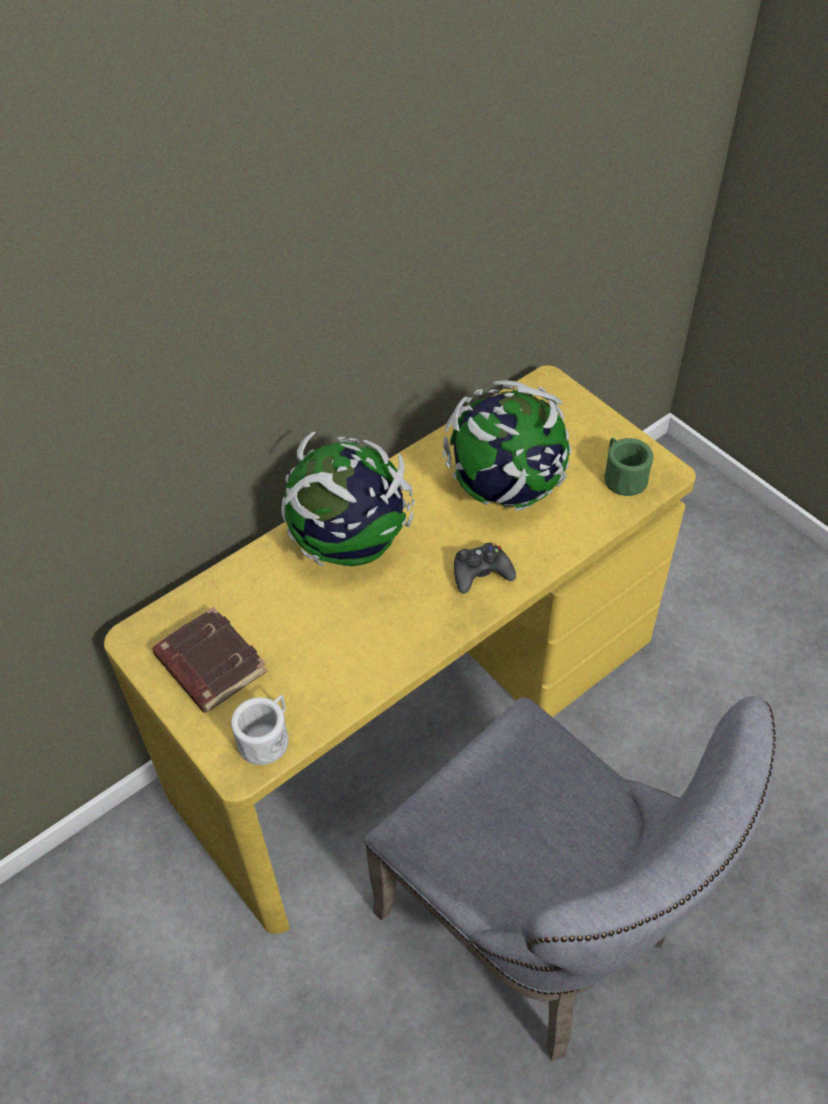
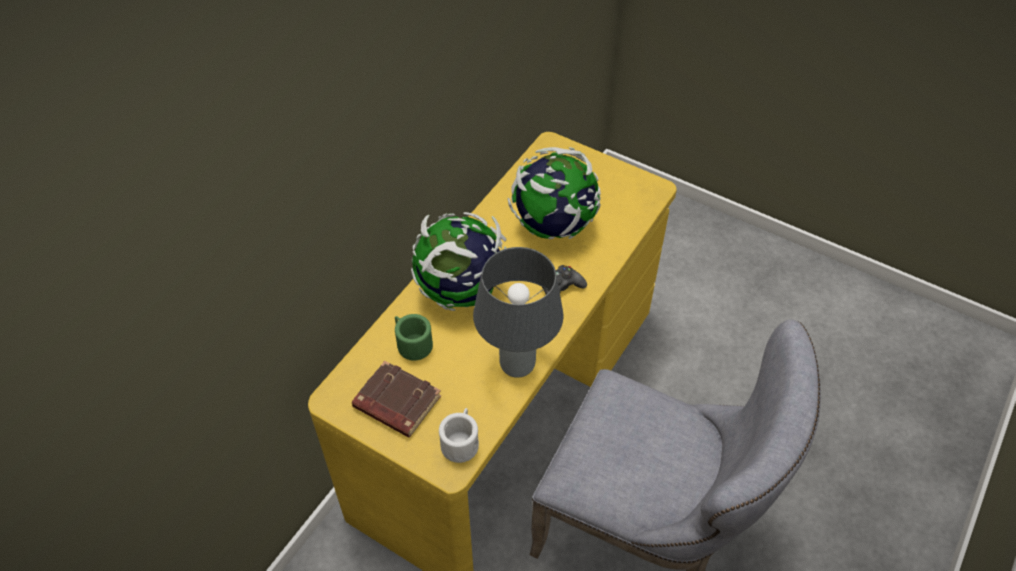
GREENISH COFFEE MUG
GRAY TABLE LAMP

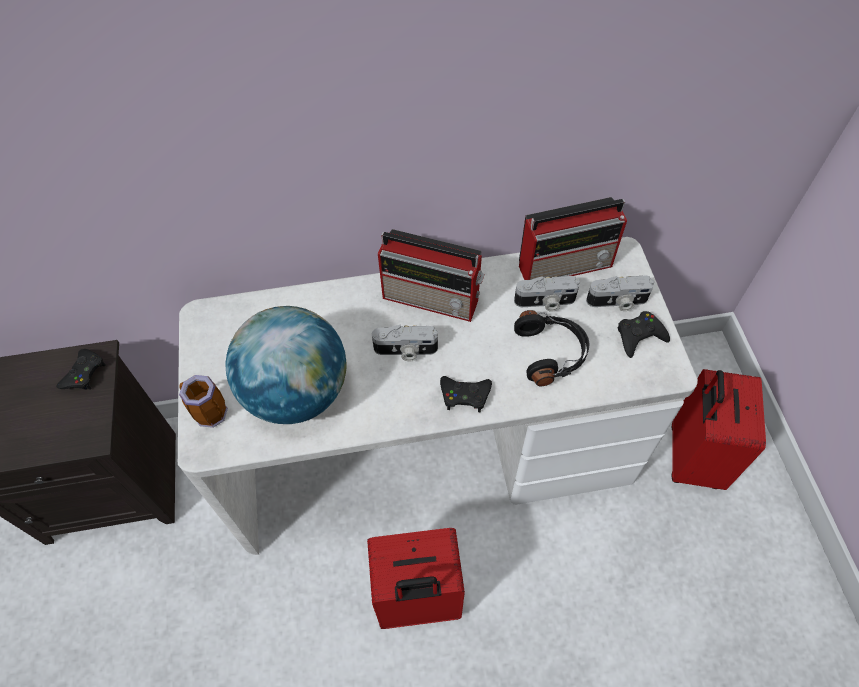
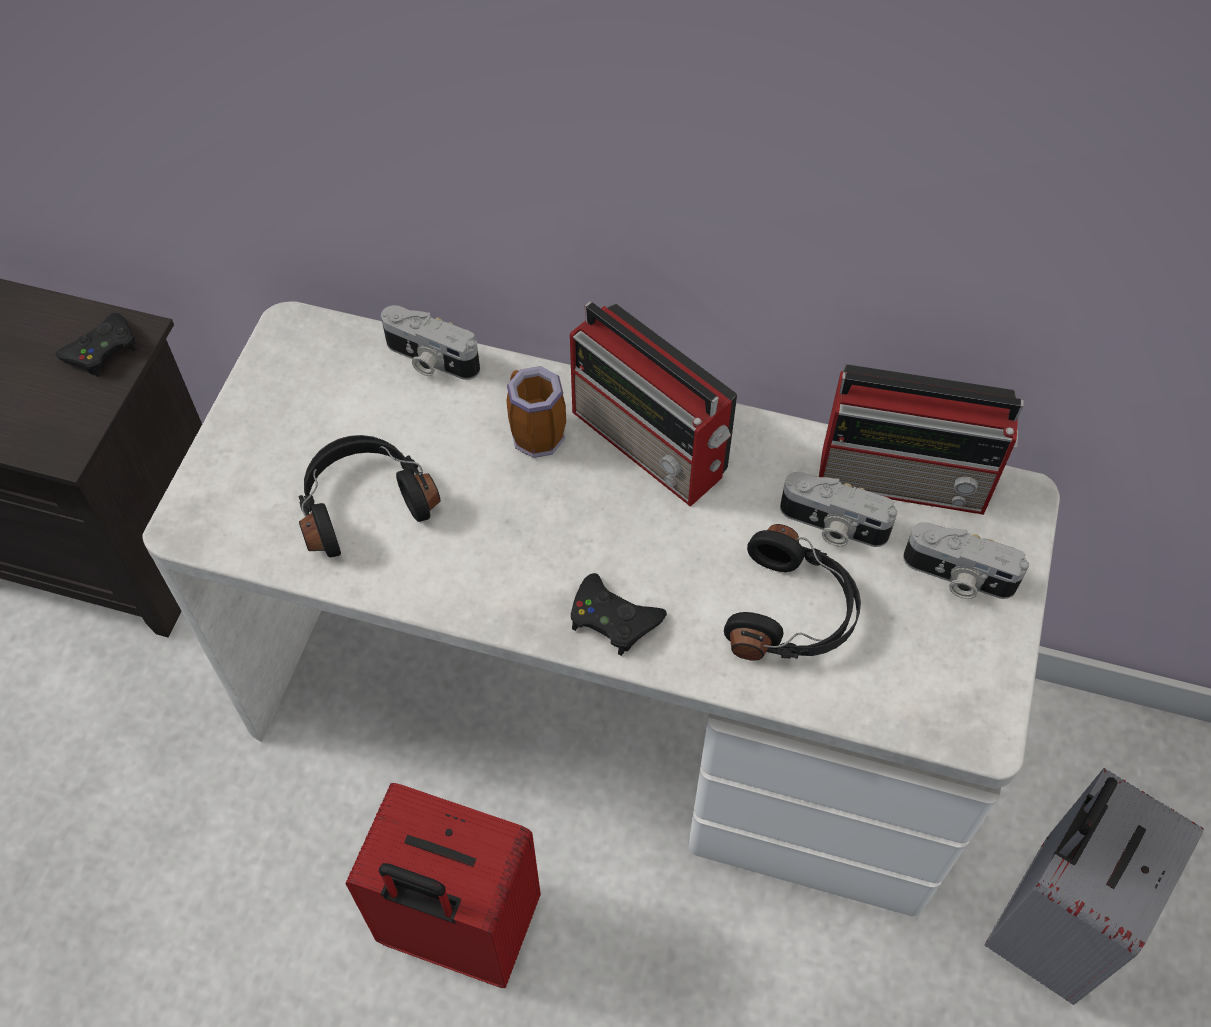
BLACK-COLOURED HEADSET (no. 1 from left)
STILL CAMERA (no. 1 from left)
COFFEE MUG
GRAY PIECE OF LUGGAGE
BLACK-COLOURED GAME CONTROLLER (no. 3 from left in the first image)

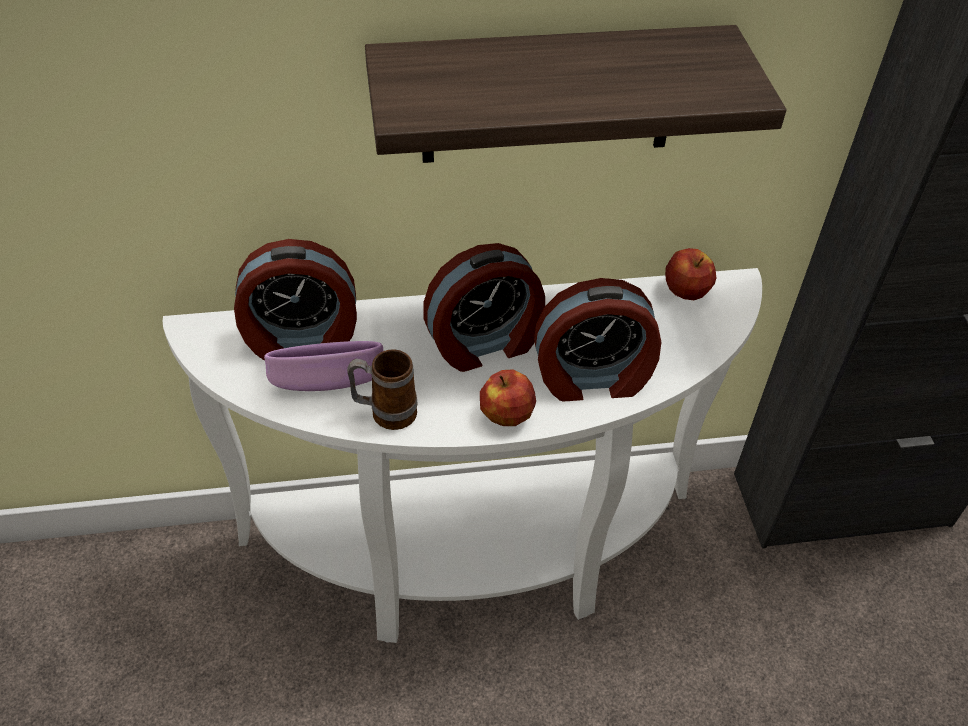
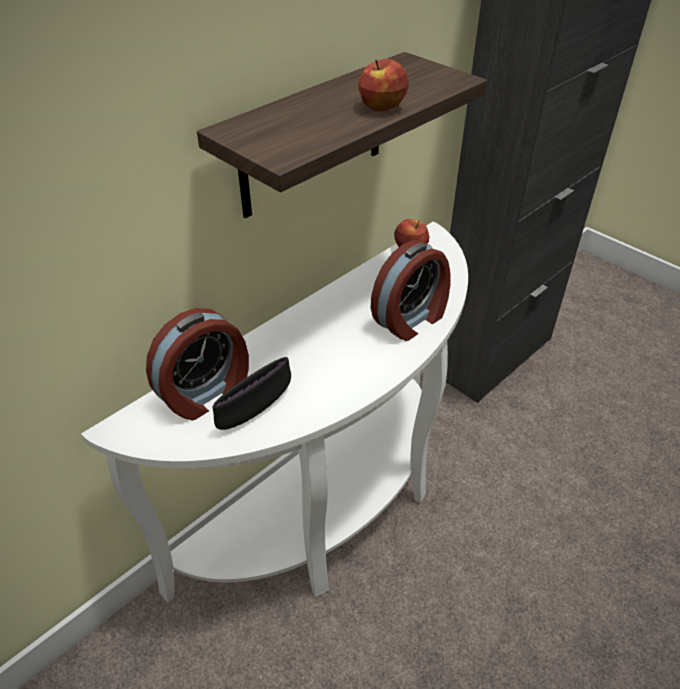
BLACK-COLOURED DEEP DISH
APPLE FRUIT (no. 1 from left)
COFFEE MUG
ALARM CLOCK (no. 2 from left in the first image)

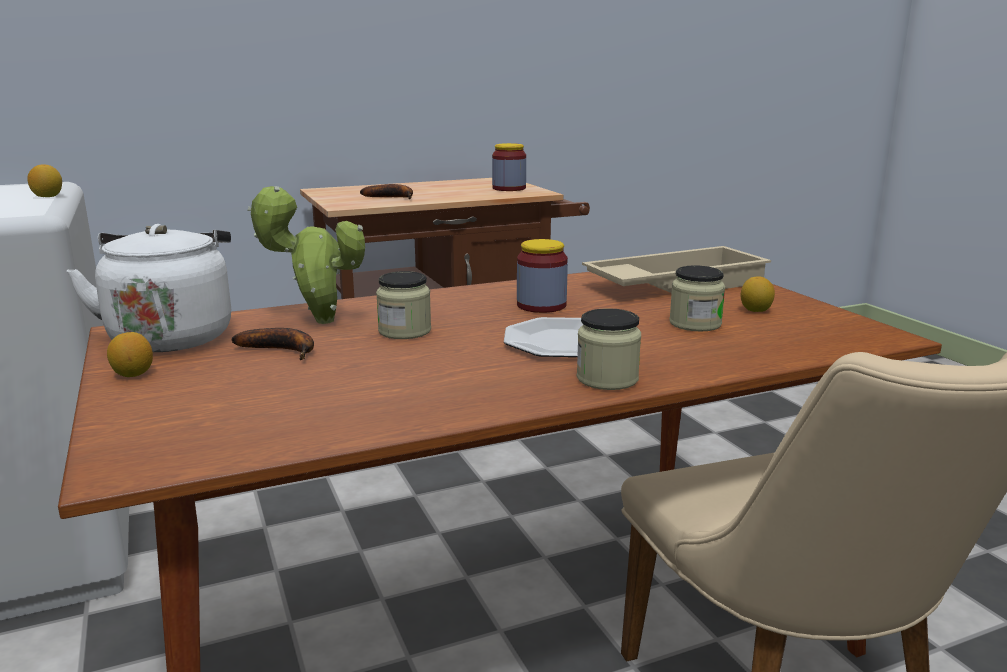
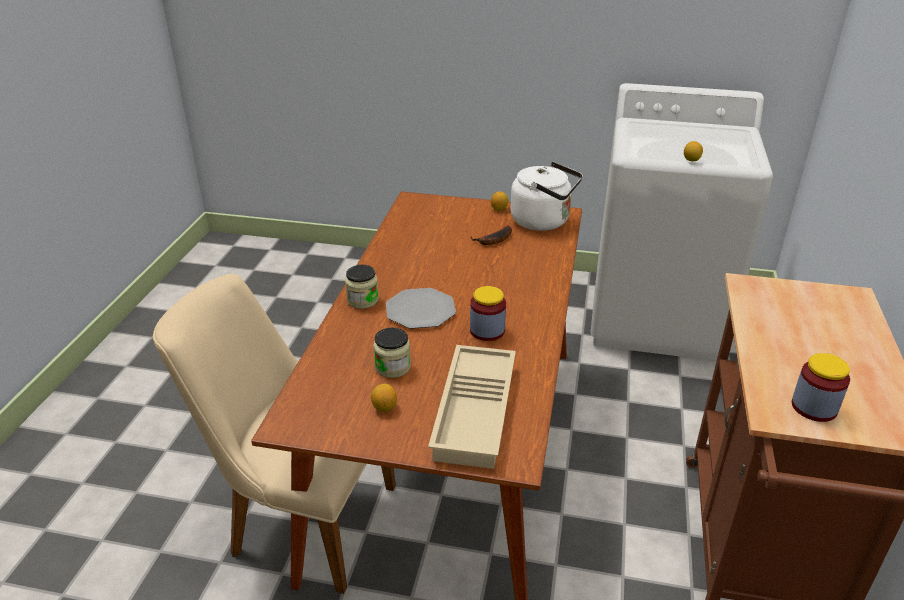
POTTED PLANT
WHOLE BANANA (no. 2 from left in the first image)
PRESERVE JAR (no. 1 from left in the first image)

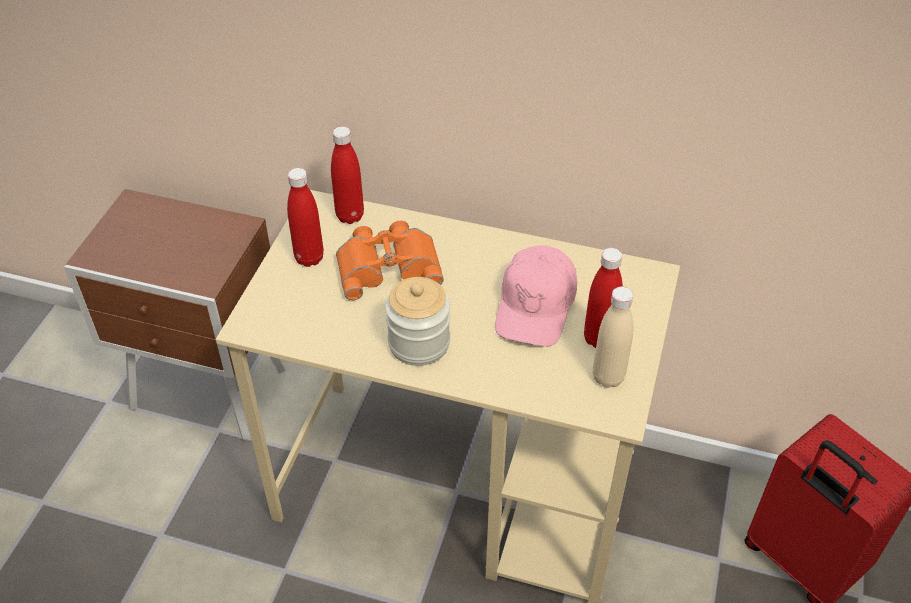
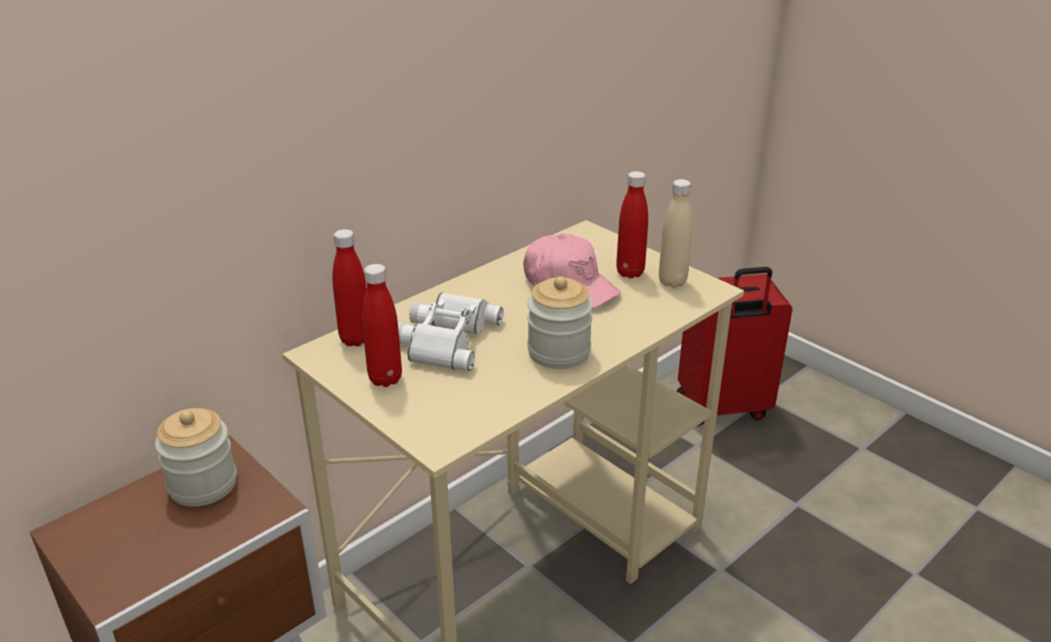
PRESERVE JAR (no. 1 from left)
WHITE BINOCULARS

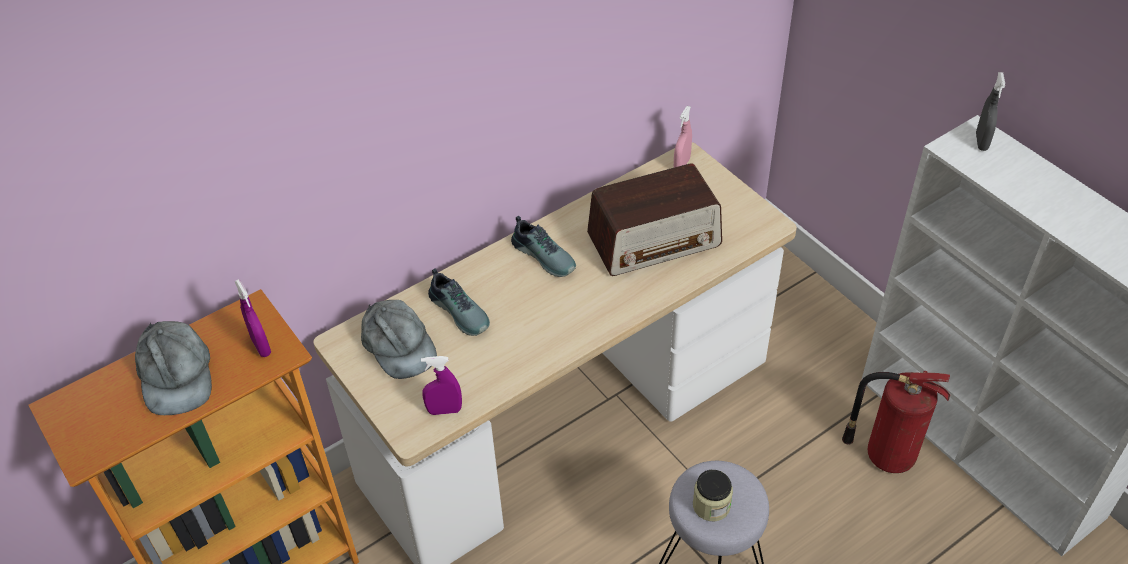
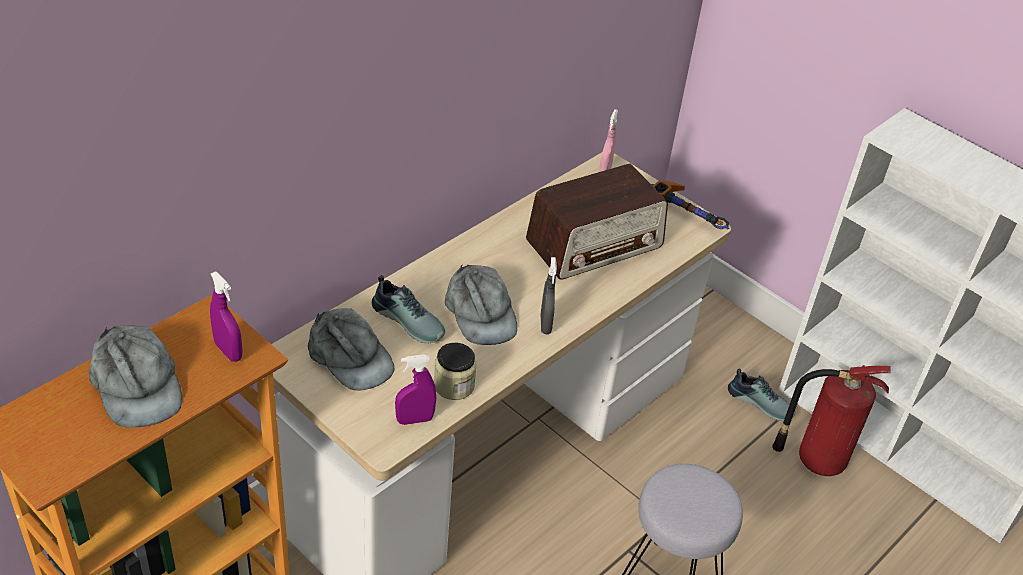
PRESERVE JAR
GRAY PEAKED CAP (no. 3 from left)
GRAY SPRAY BOTTLE
TOOL HAMMER
ITEM OF FOOTWEAR (no. 2 from left)

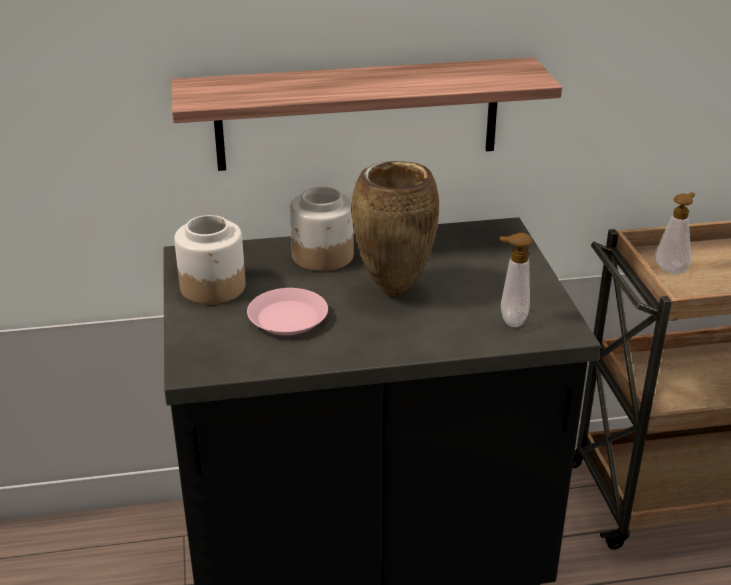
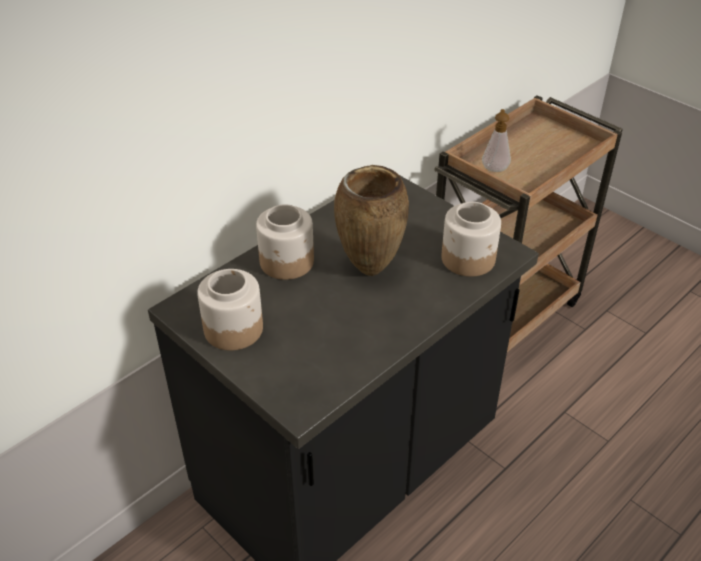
PRESERVE JAR (no. 3 from left)
WALL SHELF
PINK-COLOURED FLAT DISH

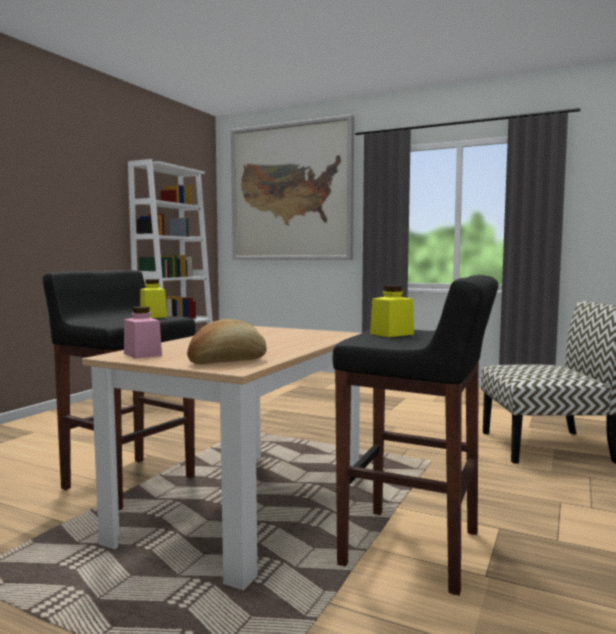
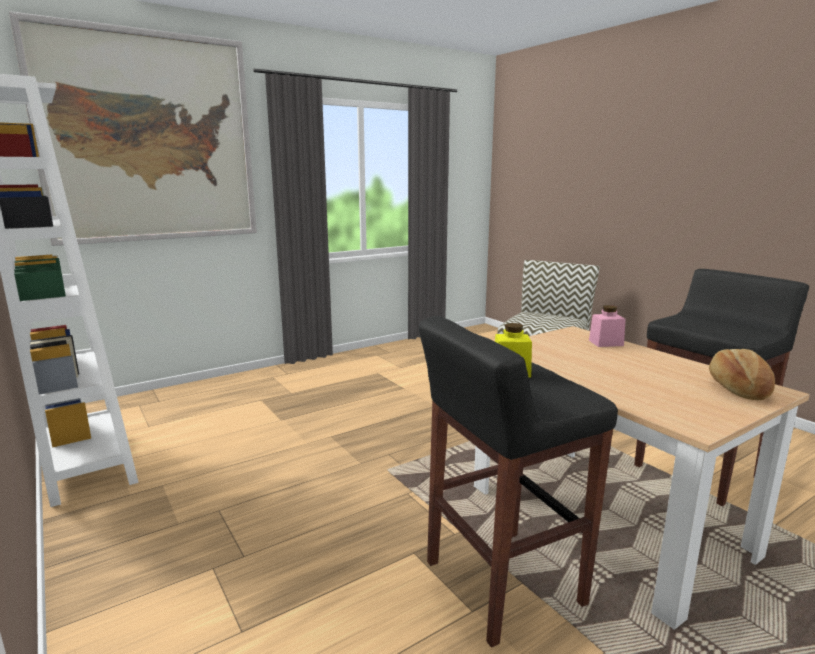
PINK-COLOURED PRESERVE JAR
YELLOWISH PRESERVE JAR (no. 2 from left in the first image)

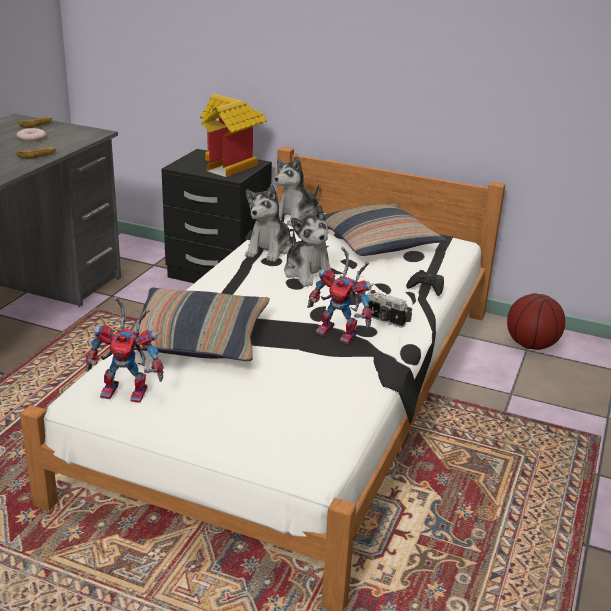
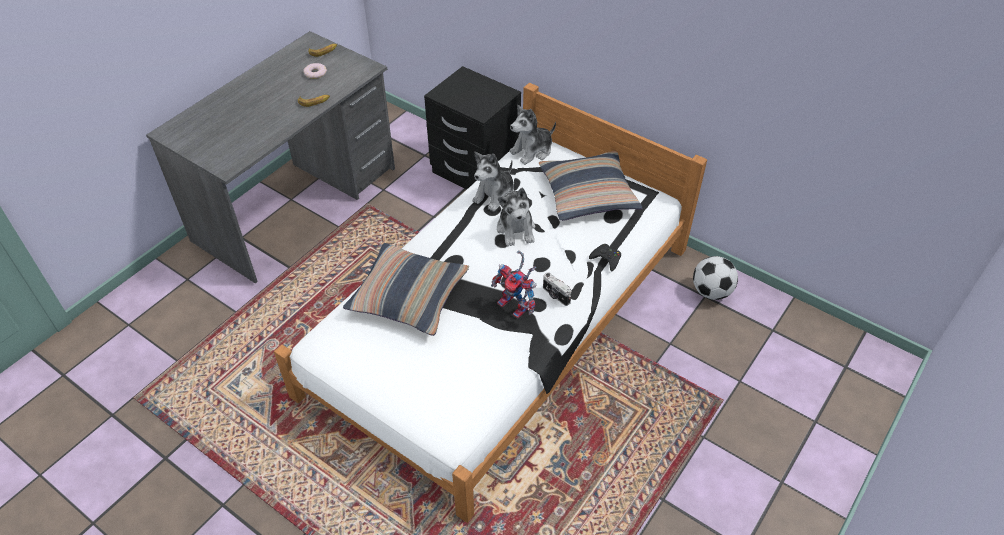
FOOTBALL
ROBOT FIGURE (no. 1 from left in the first image)
MINIATURE HOUSE

